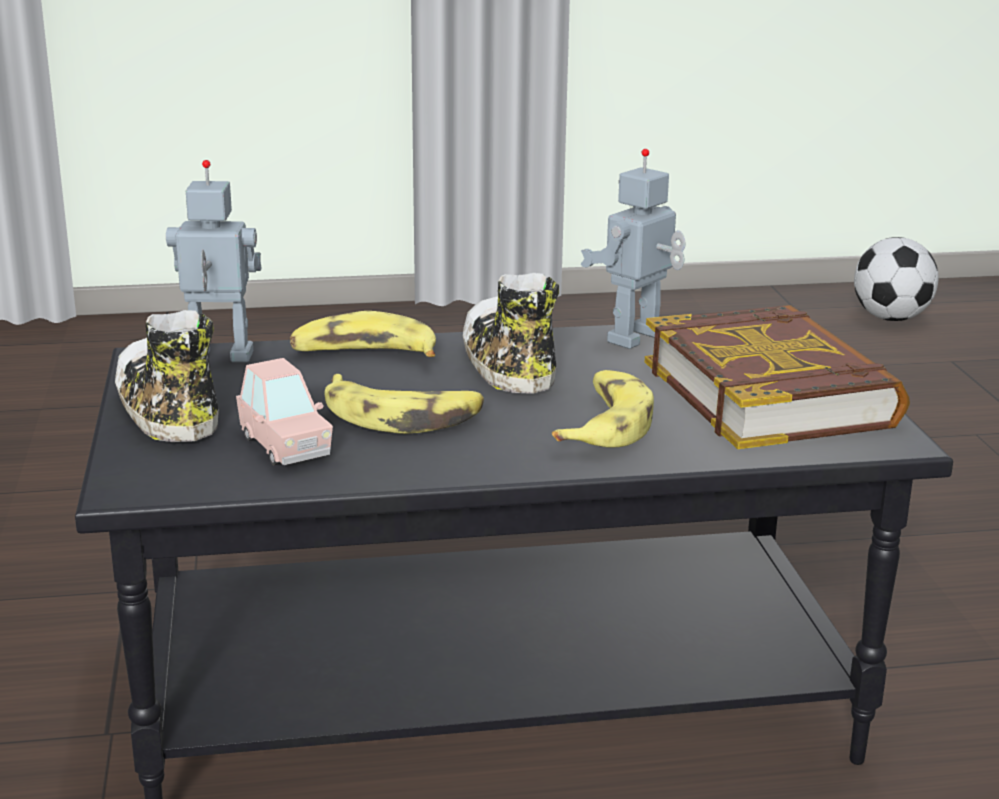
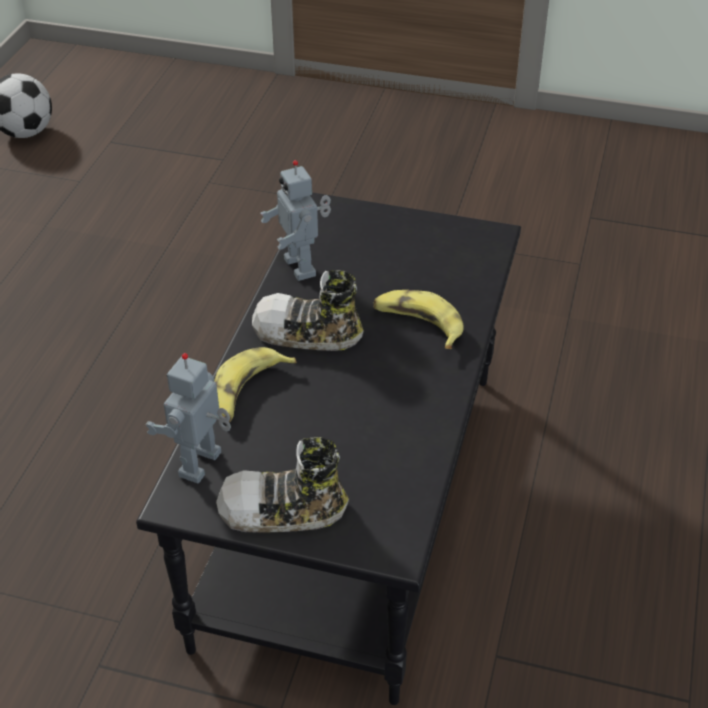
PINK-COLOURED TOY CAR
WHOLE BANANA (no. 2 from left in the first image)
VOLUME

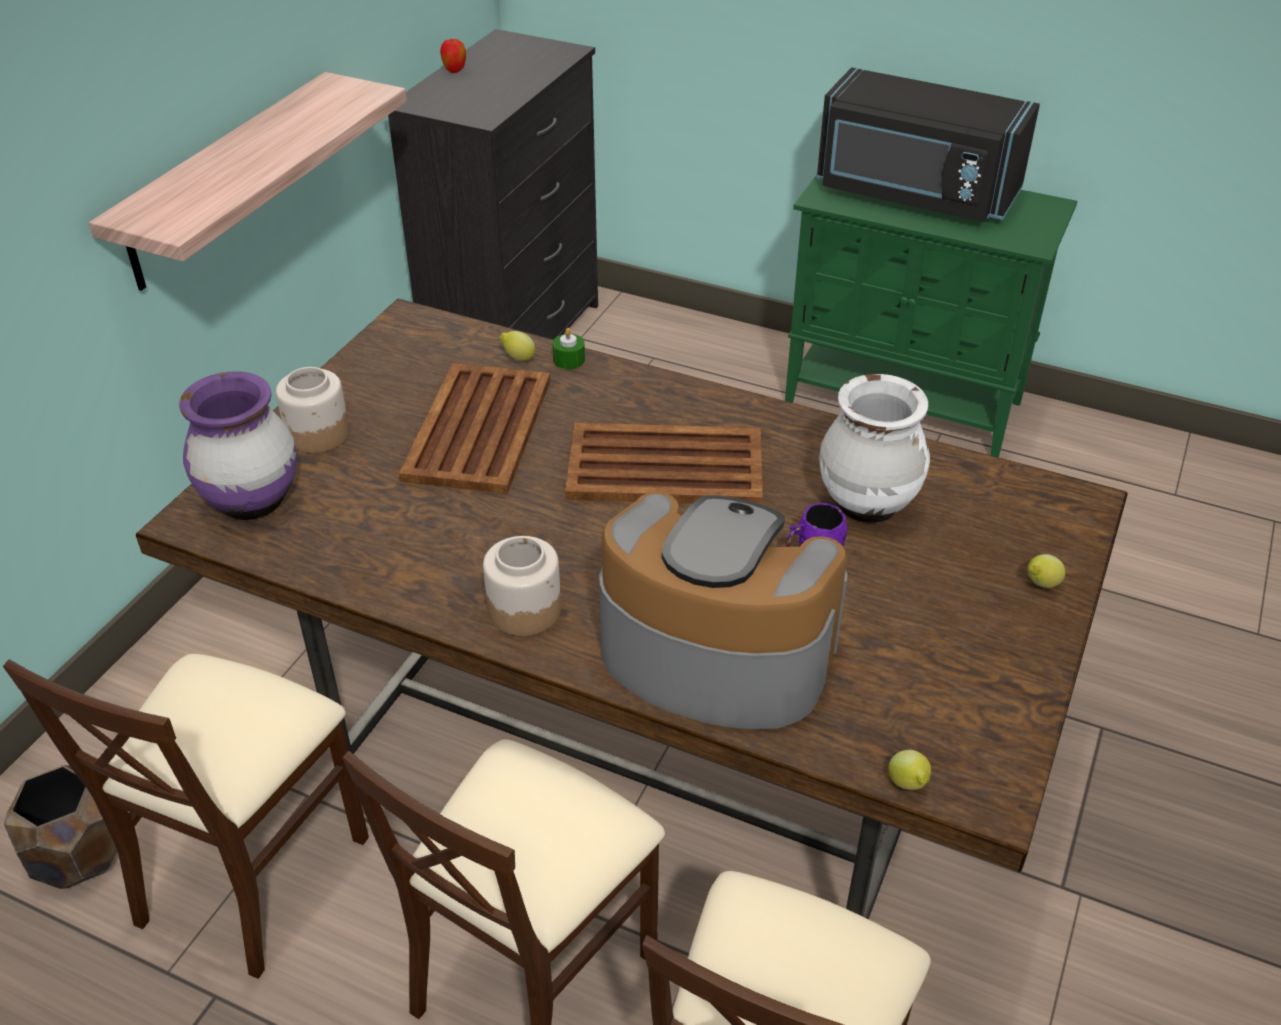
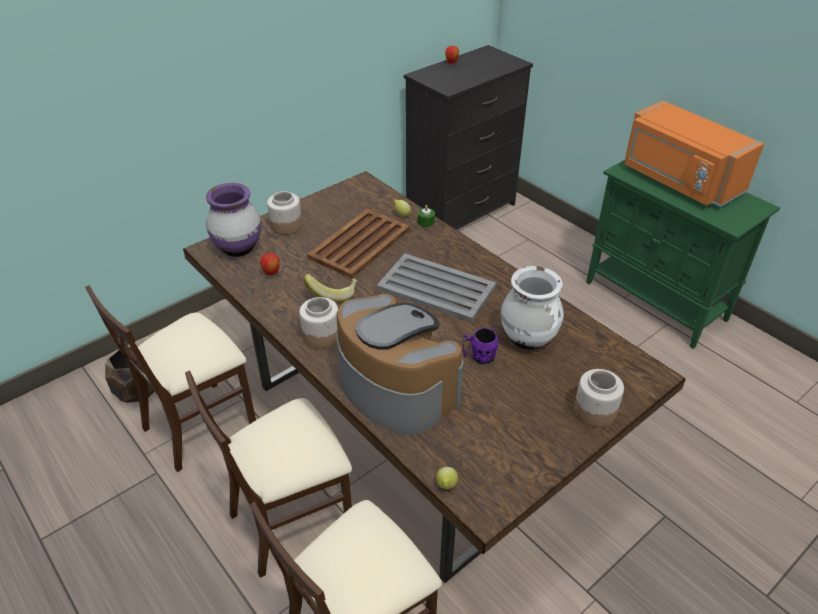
APPLE FRUIT (no. 1 from left)
WHOLE BANANA
GRAY TRAY
PRESERVE JAR (no. 3 from left)
ORANGEY MICROWAVE OVEN
WALL SHELF

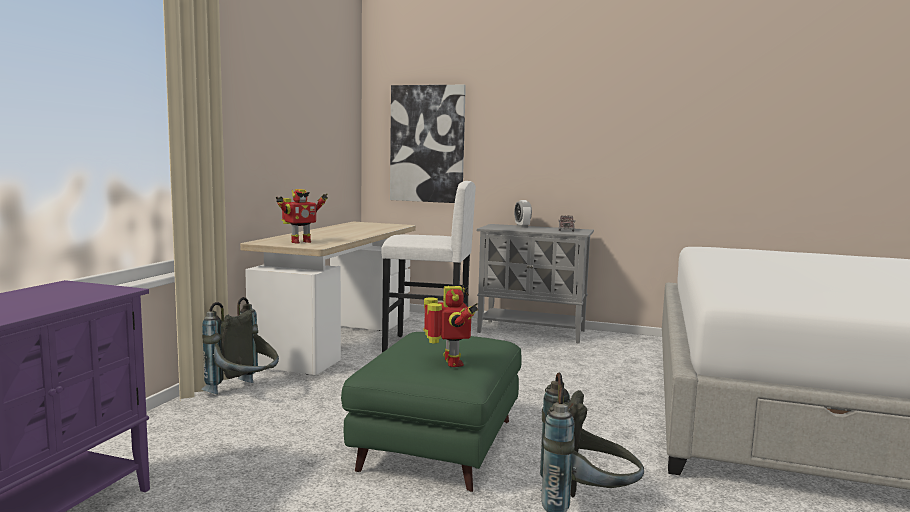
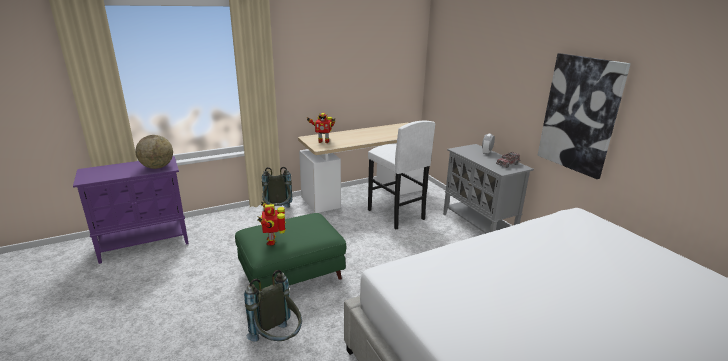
DESK GLOBE
ROBOT FIGURE (no. 1 from left)
WALL PICTURE

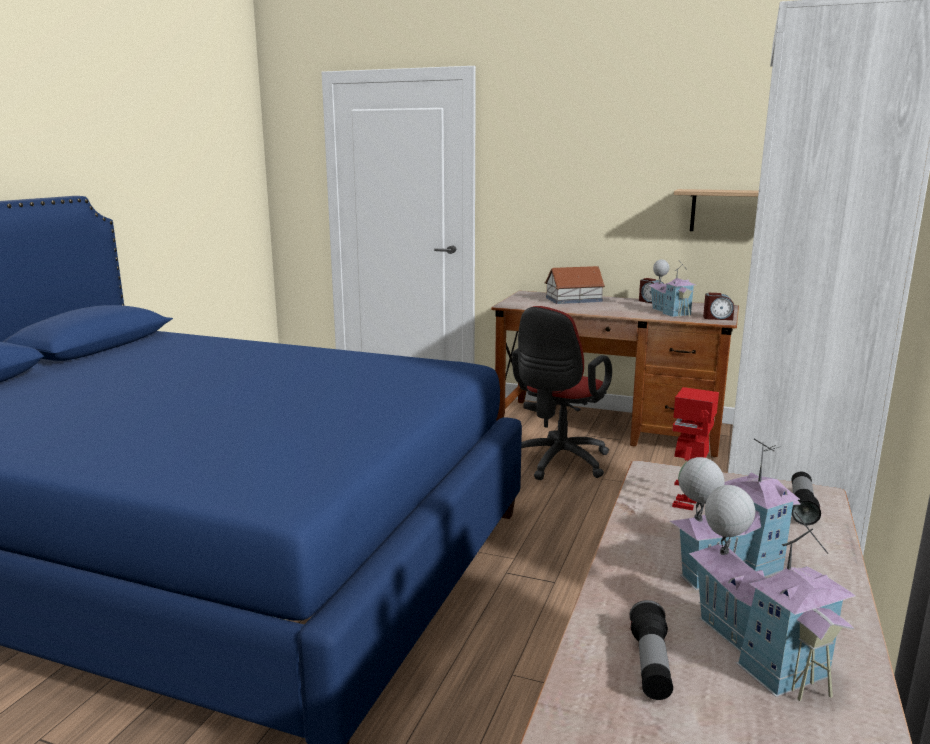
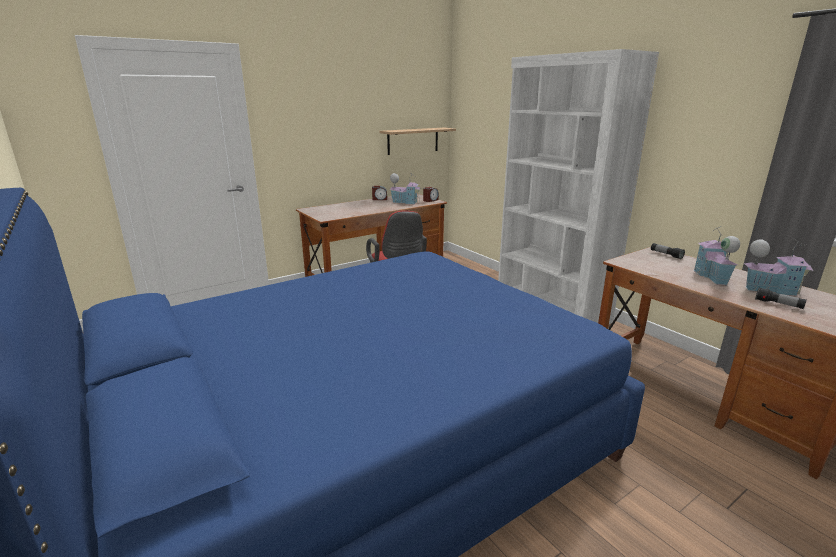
MINIATURE HOUSE (no. 1 from left in the first image)
ROBOT FIGURE

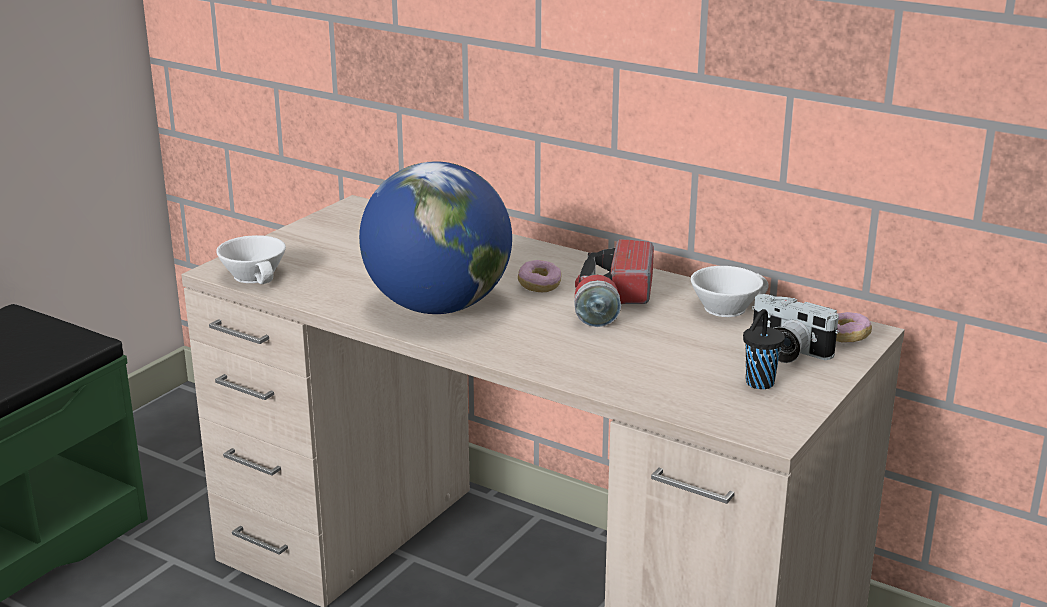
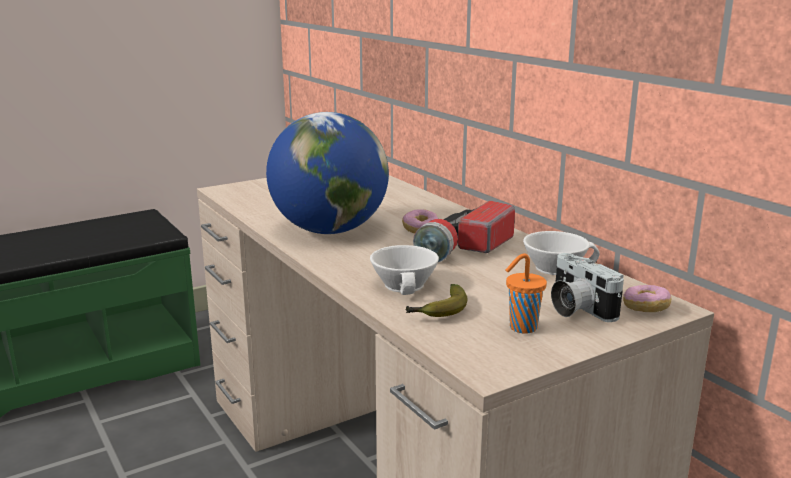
WHITE DRINKING CUP (no. 1 from left)
WHOLE BANANA
ORANGEY DRINKING CUP

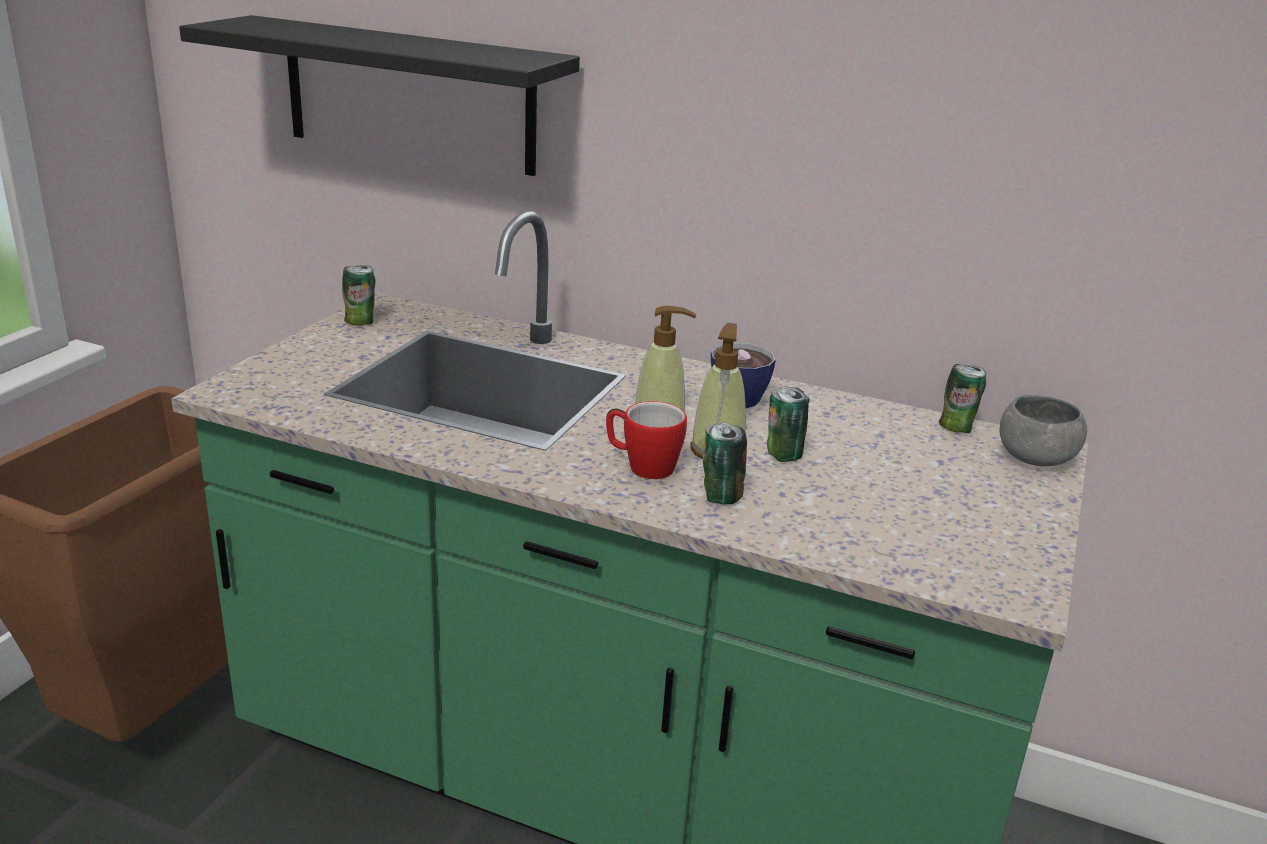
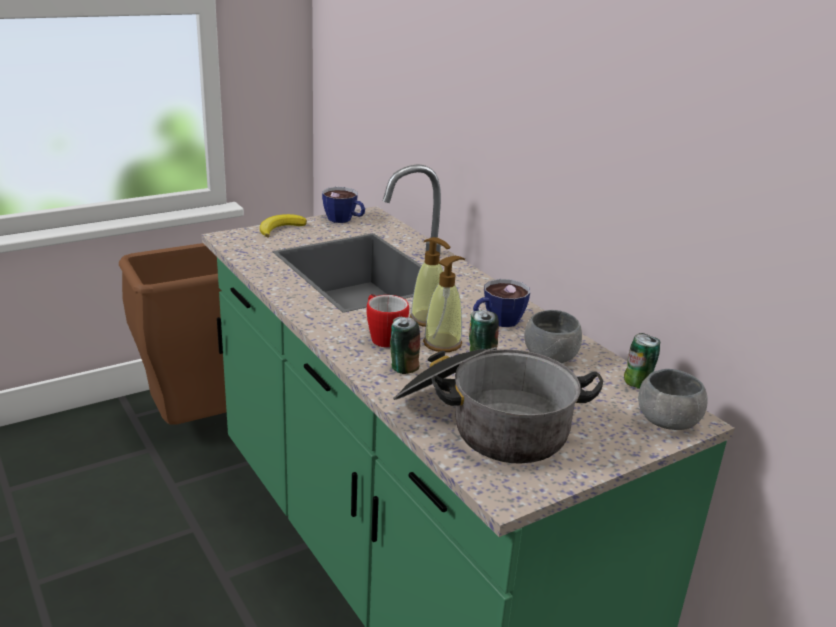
WHOLE BANANA
DRINKING CUP (no. 1 from left)
STOCKPOT
GRAY DEEP DISH (no. 1 from left)
BLACK-COLOURED WALL SHELF

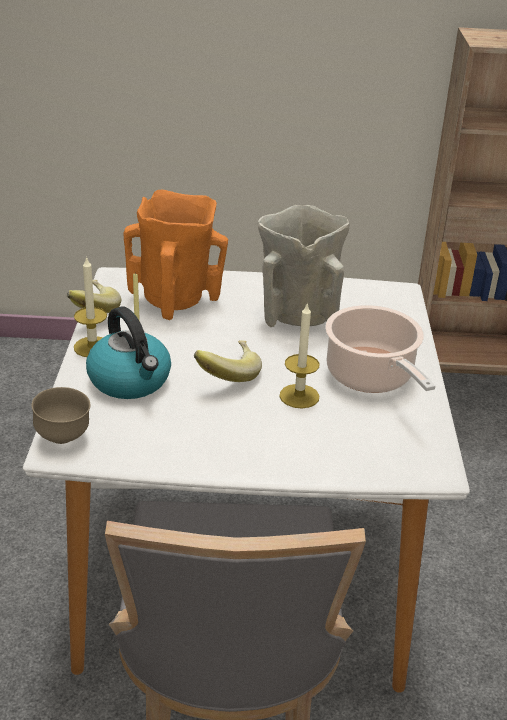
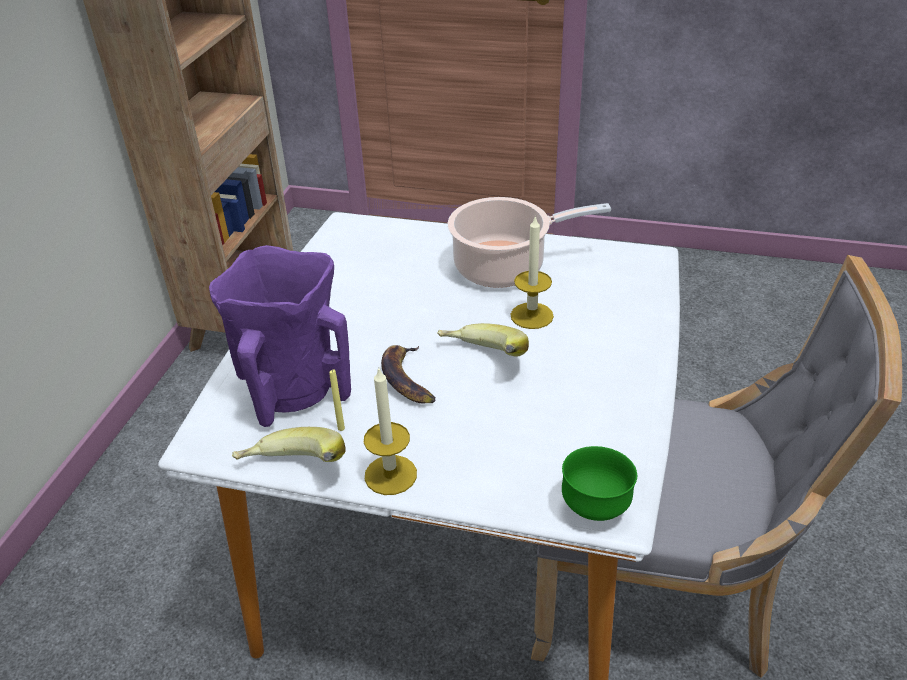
PURPLE-COLOURED DECORATIVE VASE
WHOLE BANANA (no. 2 from left)
GREENISH DEEP DISH
WATER KETTLE
BEIGE DECORATIVE VASE

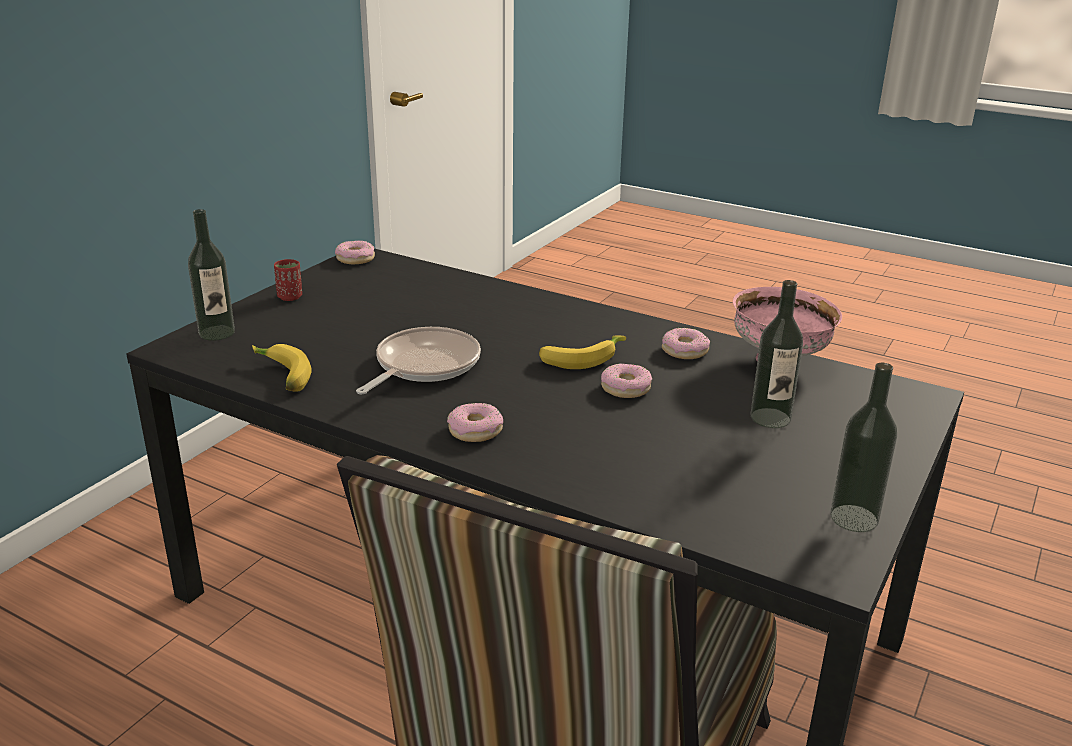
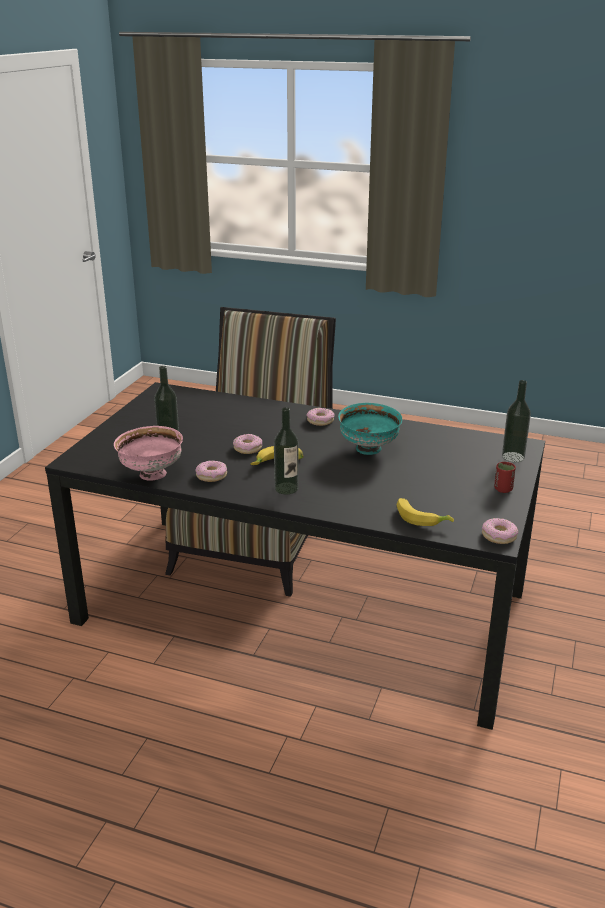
BEVERAGE BOTTLE (no. 2 from left)
TURQUOISE-COLOURED DEEP DISH
WHOLE BANANA (no. 2 from left)

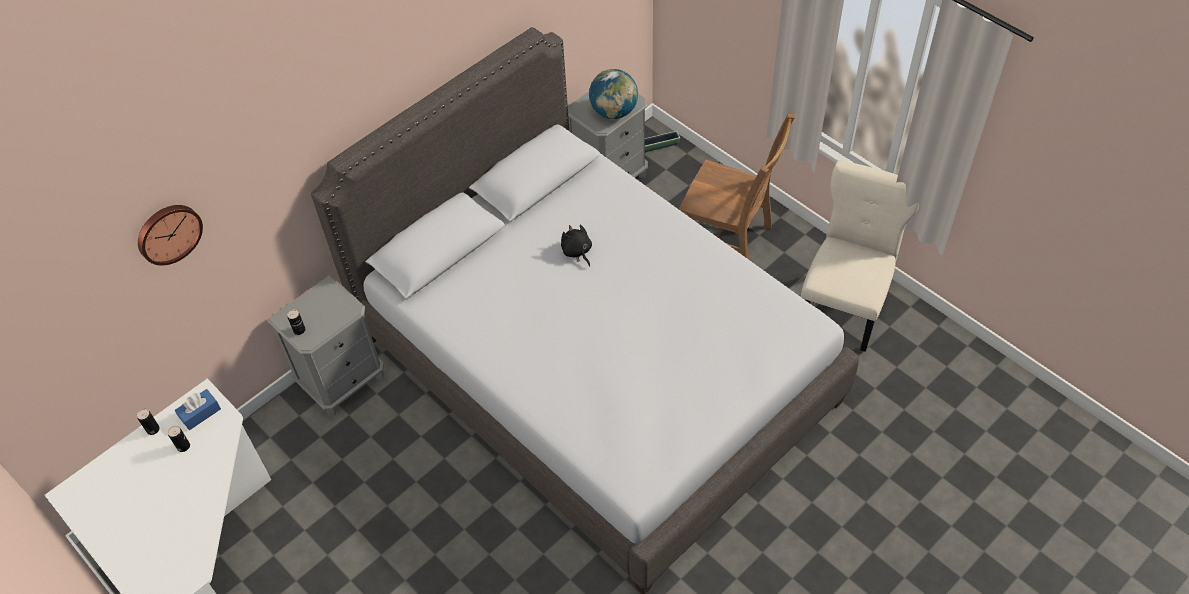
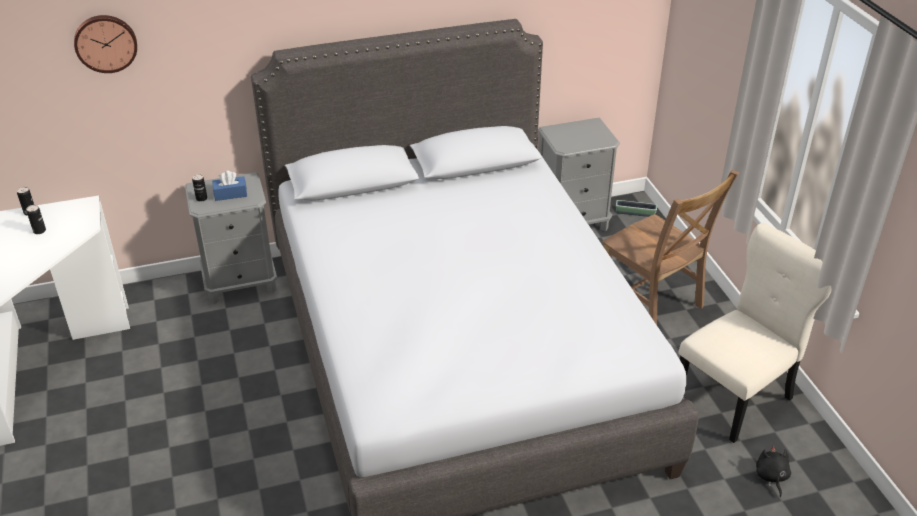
BLUE TISSUE BOX
BLACK-COLOURED CUDDLY TOY
DESK GLOBE

